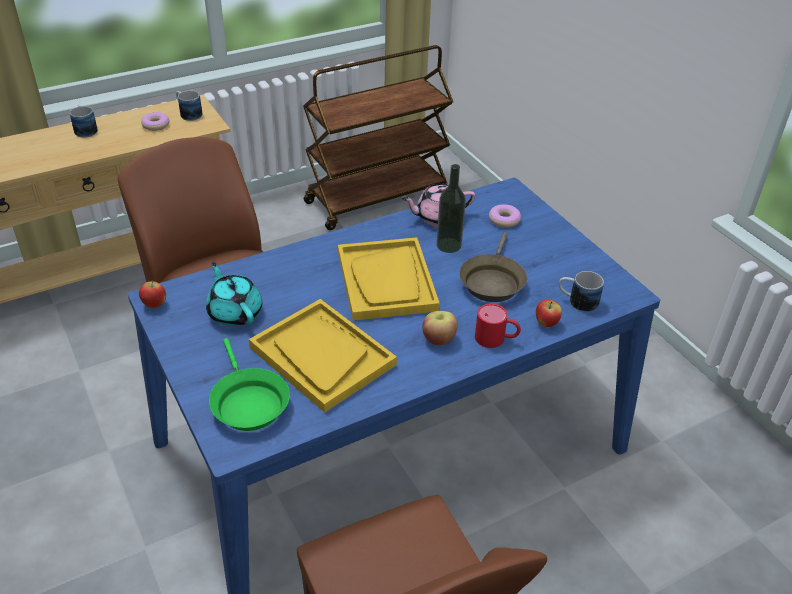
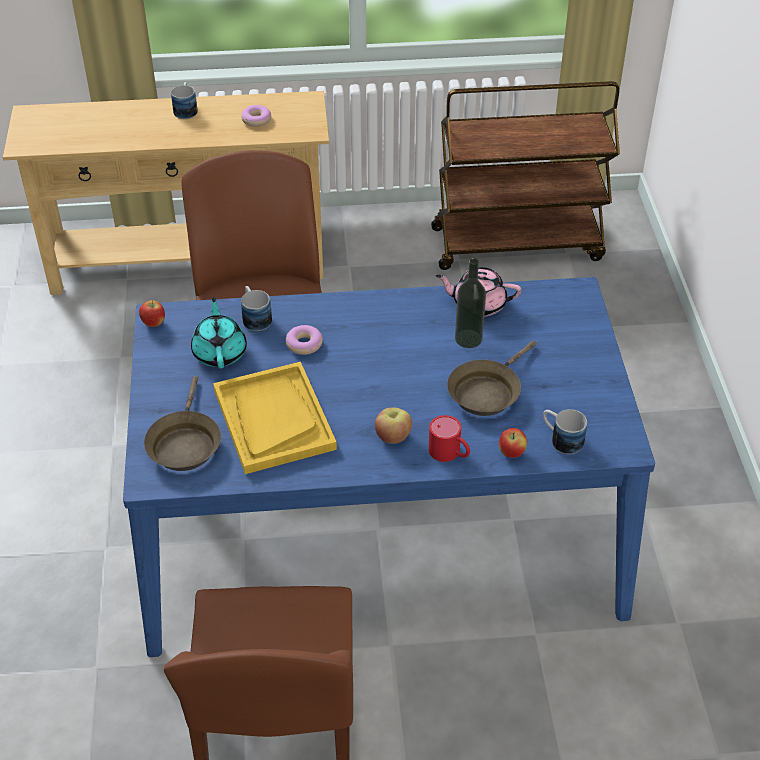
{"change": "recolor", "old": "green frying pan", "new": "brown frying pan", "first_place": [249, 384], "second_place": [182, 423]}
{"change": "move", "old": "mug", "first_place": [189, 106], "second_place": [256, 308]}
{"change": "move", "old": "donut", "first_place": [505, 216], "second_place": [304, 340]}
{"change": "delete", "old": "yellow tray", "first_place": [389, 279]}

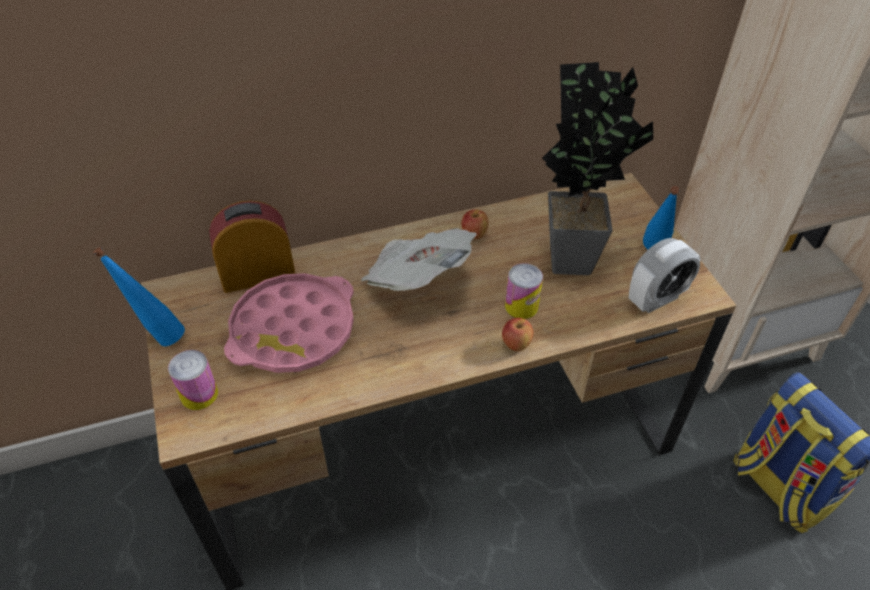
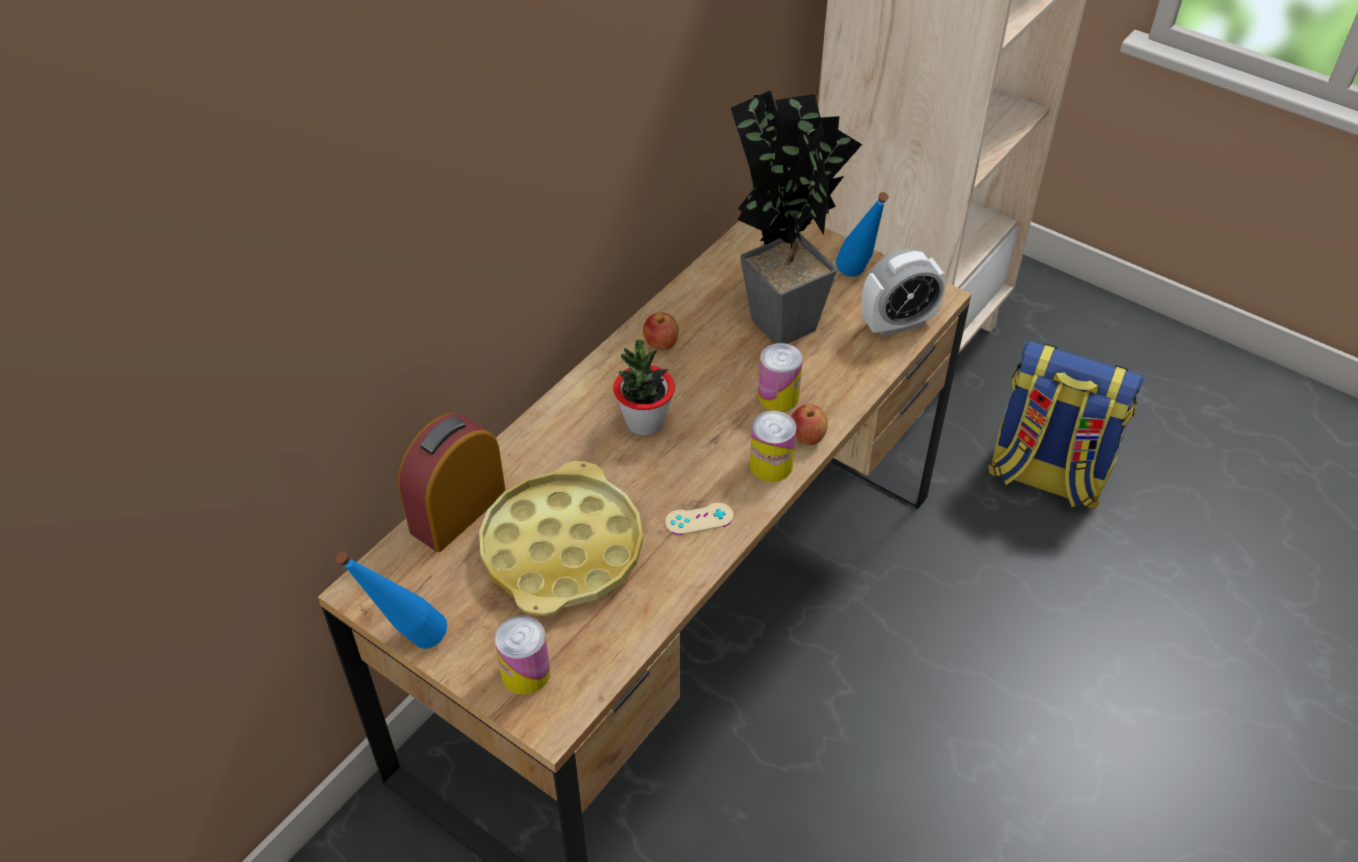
{"change": "recolor", "old": "pink tray", "new": "yellow tray", "first_place": [289, 323], "second_place": [561, 538]}
{"change": "replace", "old": "newspaper", "new": "potted plant", "first_place": [418, 259], "second_place": [644, 388]}
{"change": "insert", "new": "beige game controller", "second_place": [699, 519]}
{"change": "insert", "new": "can", "second_place": [773, 446]}
{"change": "rotate", "old": "alarm clock", "first_place": [664, 275], "second_place": [903, 293], "degrees": 45}

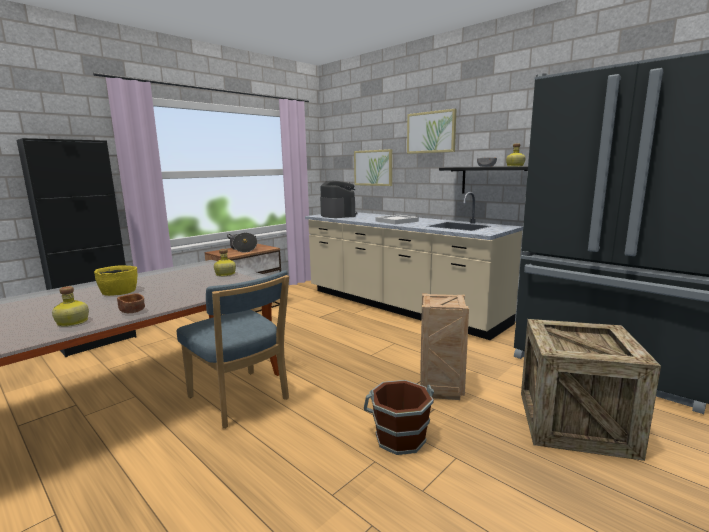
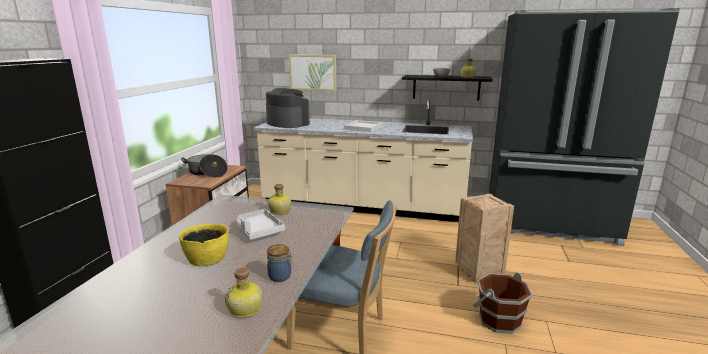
{"change": "insert", "new": "grey tray", "second_place": [261, 224]}
{"change": "replace", "old": "brown bowl", "new": "jar", "first_place": [131, 303], "second_place": [280, 263]}
{"change": "delete", "old": "picture", "first_place": [431, 131]}
{"change": "delete", "old": "crate", "first_place": [591, 390]}

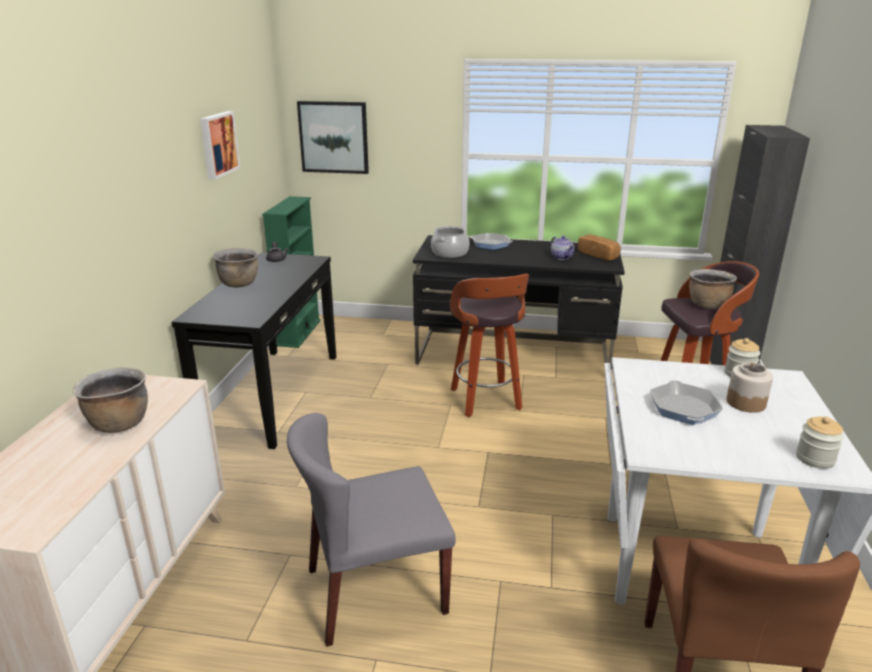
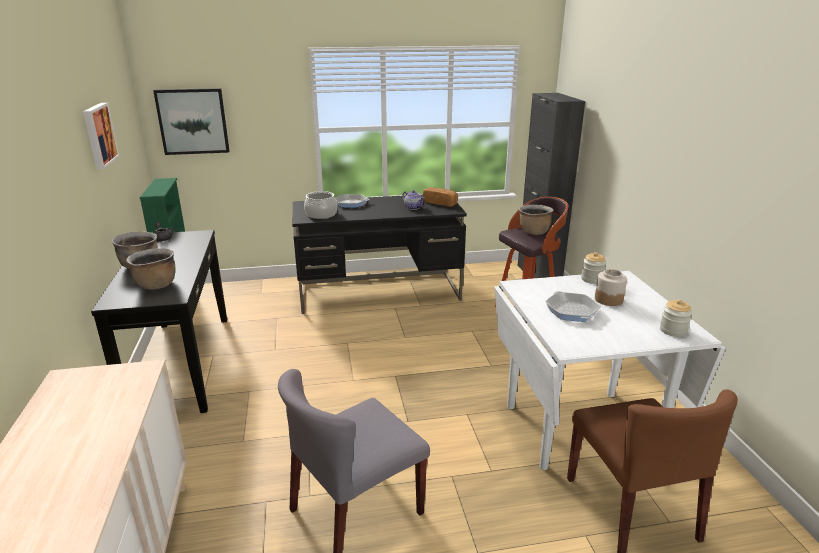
{"change": "move", "old": "brown cooking pot", "first_place": [110, 400], "second_place": [151, 269]}
{"change": "delete", "old": "stool", "first_place": [489, 345]}

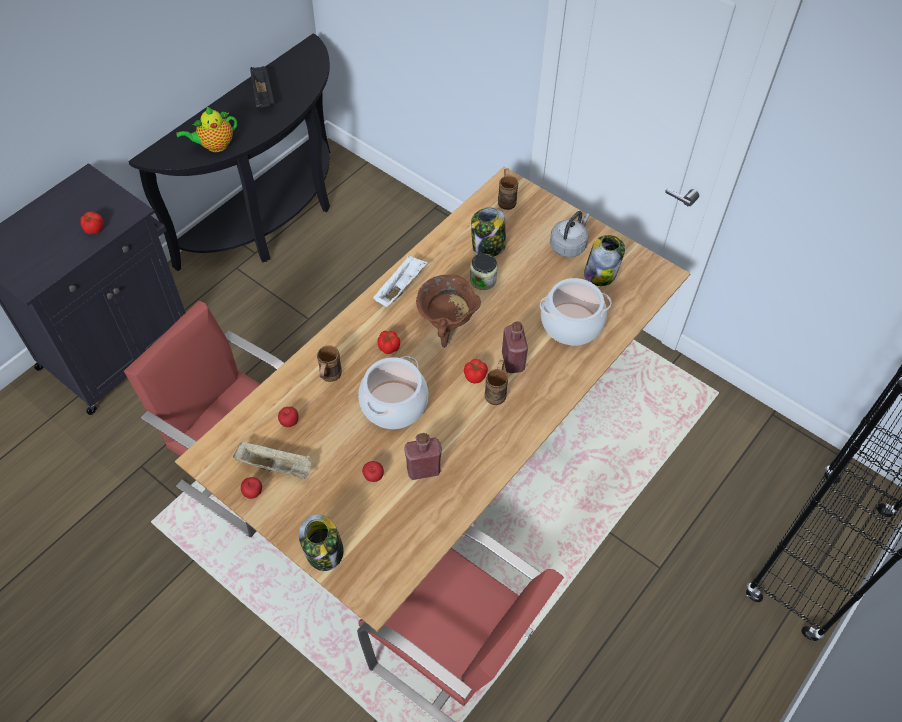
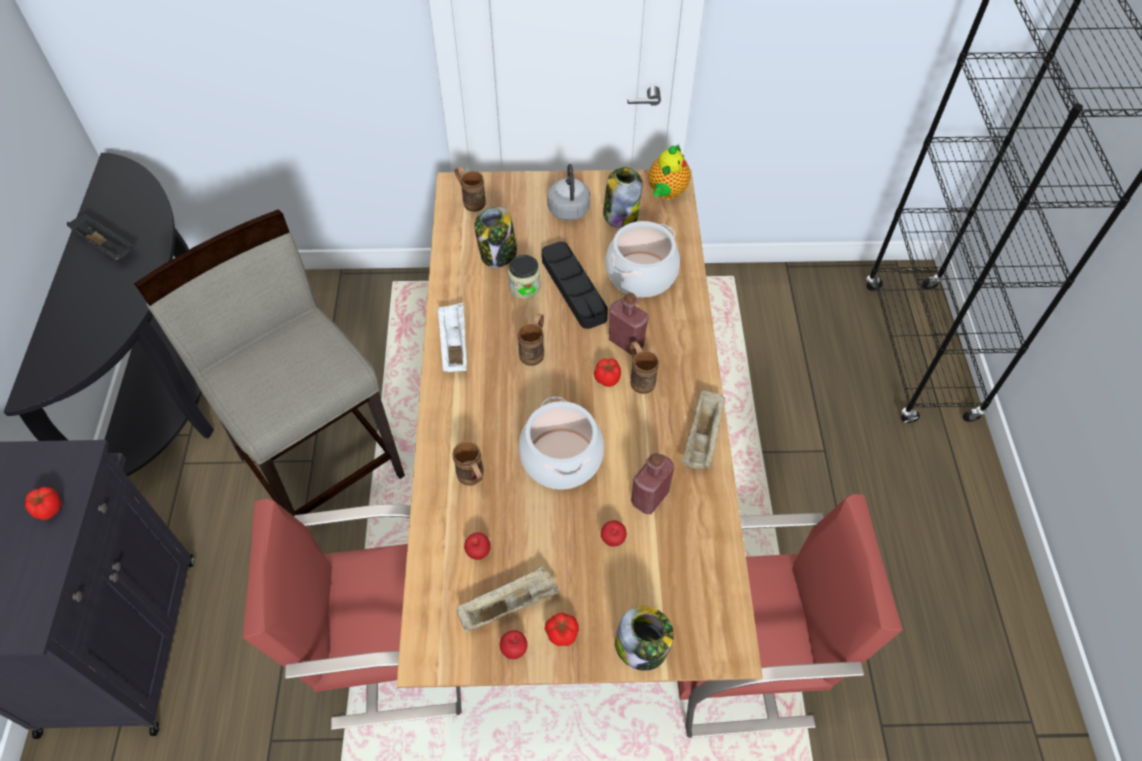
{"change": "insert", "new": "beige stool", "second_place": [269, 362]}
{"change": "replace", "old": "brown cooking pot", "new": "brown mug", "first_place": [448, 311], "second_place": [531, 340]}
{"change": "insert", "new": "black tray", "second_place": [575, 285]}
{"change": "move", "old": "tomato", "first_place": [389, 342], "second_place": [562, 629]}
{"change": "move", "old": "teapot", "first_place": [206, 129], "second_place": [669, 172]}
{"change": "insert", "new": "beige tray", "second_place": [703, 429]}

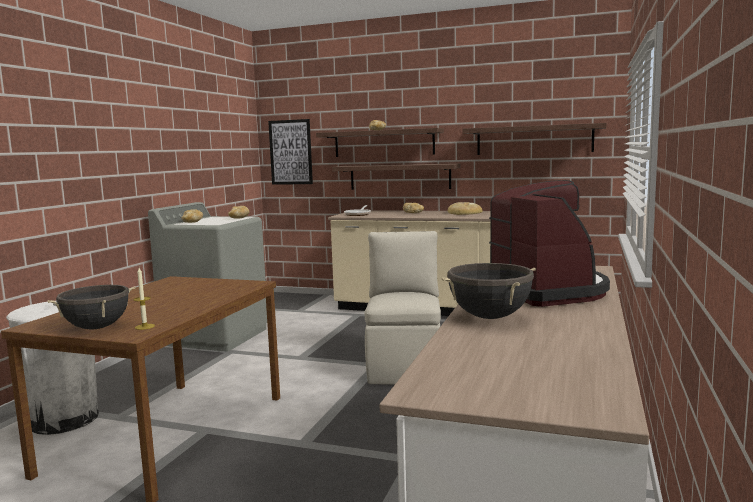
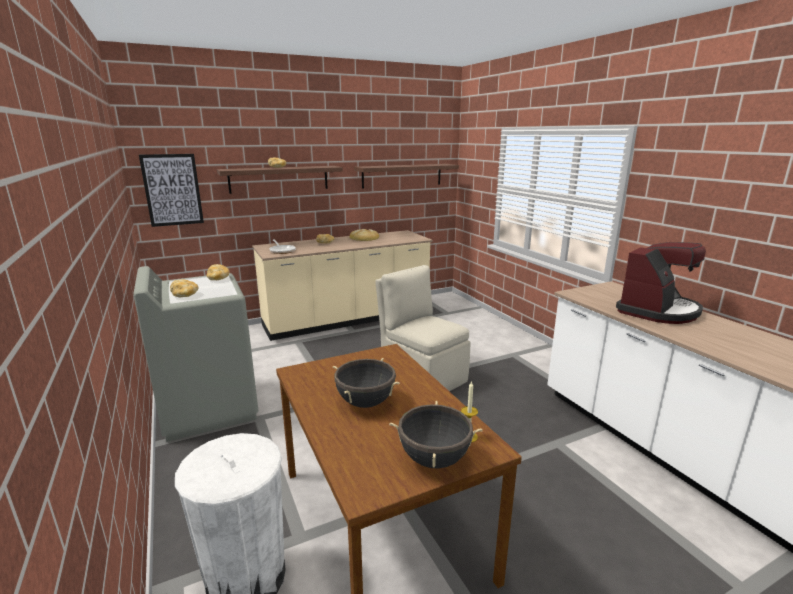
{"change": "move", "old": "black cooking pot", "first_place": [489, 291], "second_place": [366, 383]}
{"change": "rotate", "old": "coffee machine", "first_place": [549, 243], "second_place": [661, 283], "degrees": 105}
{"change": "delete", "old": "shelf", "first_place": [396, 176]}

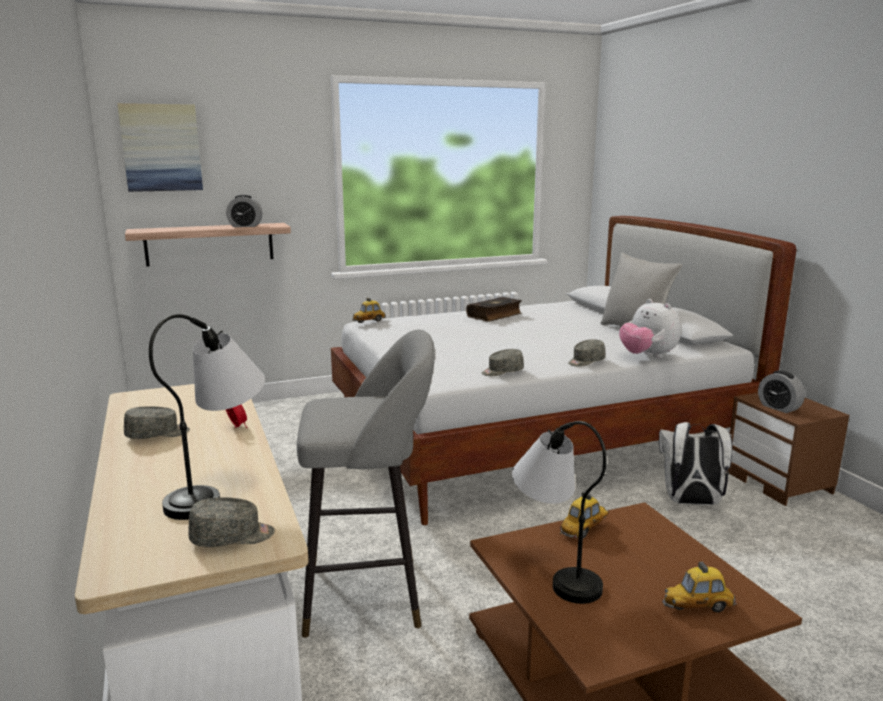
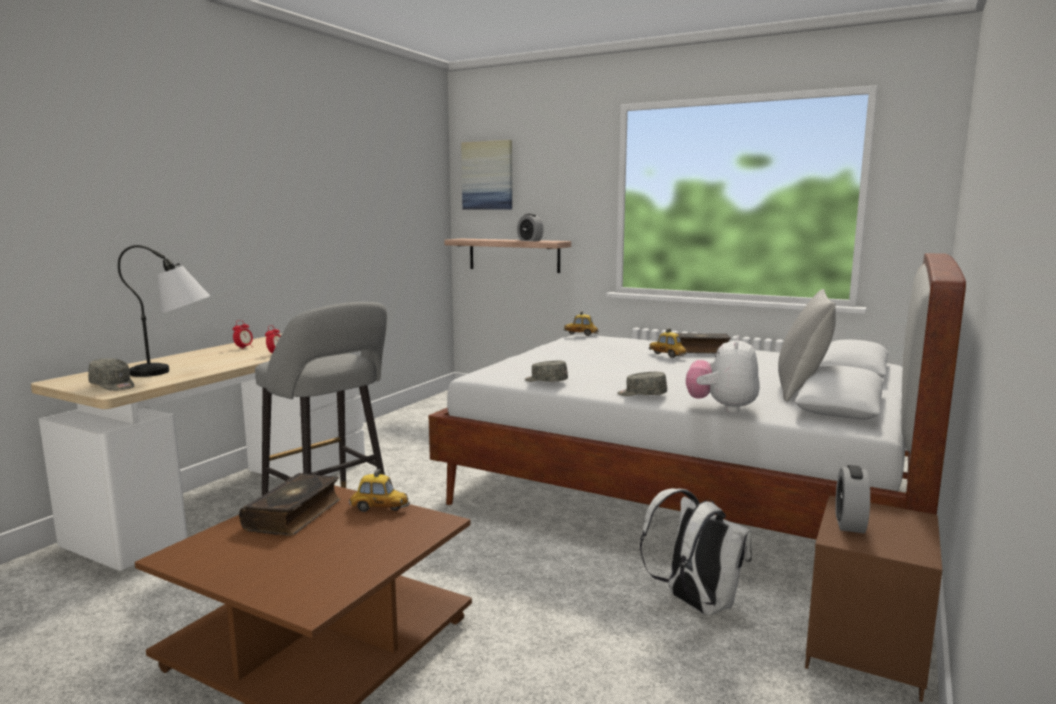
{"change": "replace", "old": "grey cap", "new": "alarm clock", "first_place": [157, 422], "second_place": [243, 334]}
{"change": "replace", "old": "table lamp", "new": "book", "first_place": [559, 512], "second_place": [290, 504]}
{"change": "move", "old": "toy car", "first_place": [699, 587], "second_place": [668, 343]}

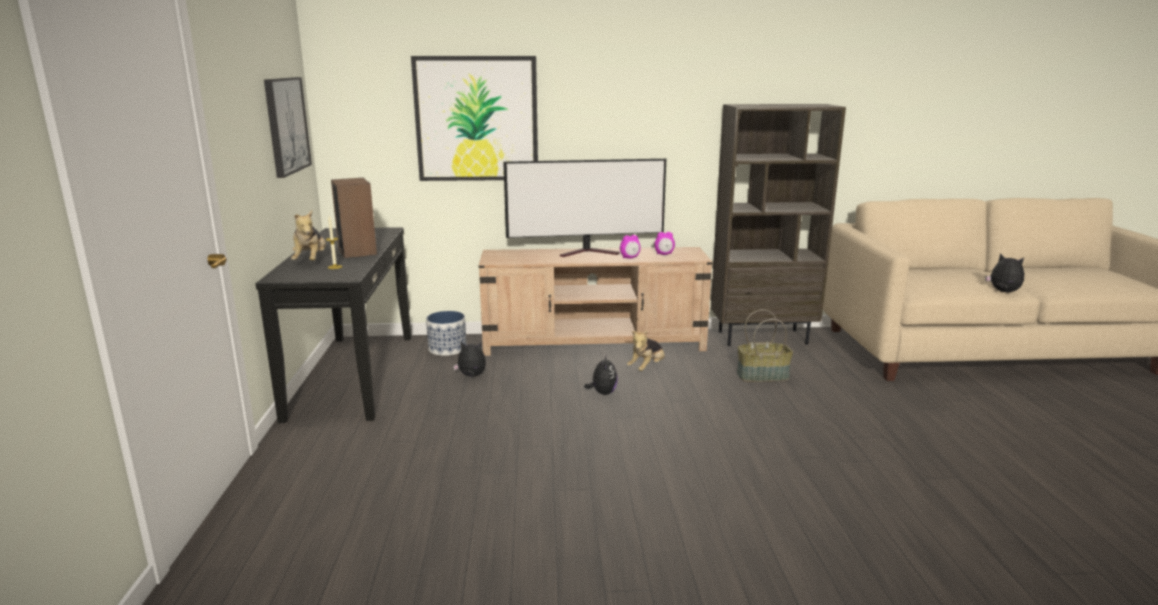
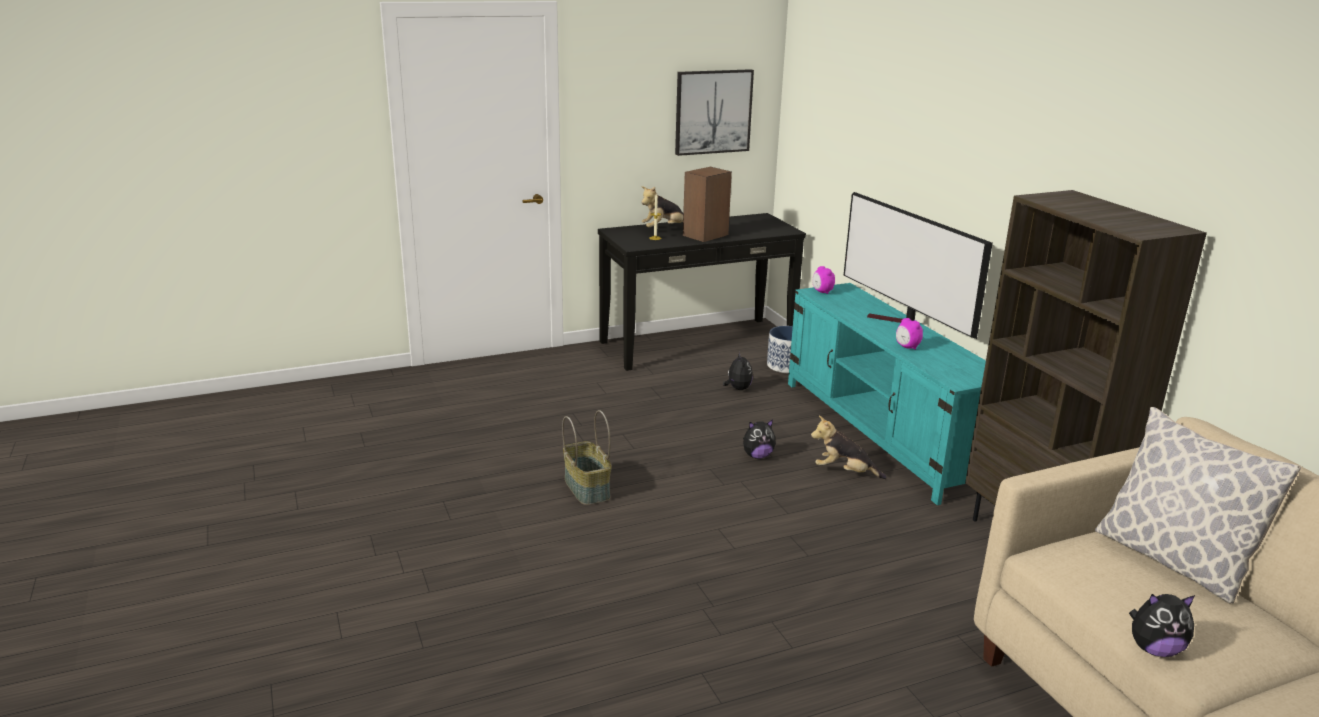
{"change": "move", "old": "basket", "first_place": [765, 345], "second_place": [587, 457]}
{"change": "recolor", "old": "beige tv stand", "new": "turquoise tv stand", "first_place": [595, 301], "second_place": [887, 394]}
{"change": "move", "old": "alarm clock", "first_place": [664, 243], "second_place": [823, 280]}
{"change": "insert", "new": "pillow", "second_place": [1198, 505]}
{"change": "rotate", "old": "plush toy", "first_place": [1004, 272], "second_place": [1162, 625], "degrees": 60}
{"change": "delete", "old": "picture", "first_place": [474, 118]}

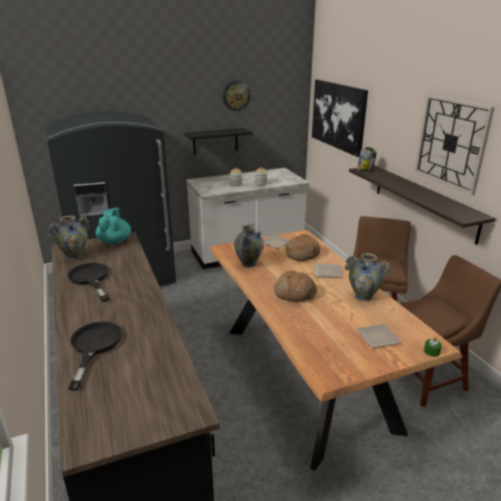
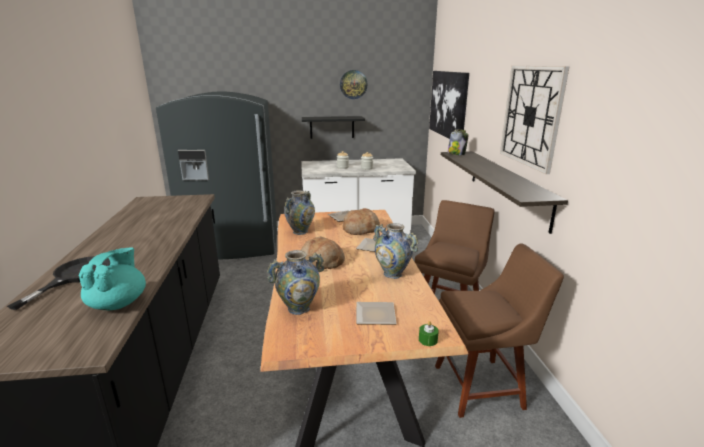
{"change": "move", "old": "turquoise teapot", "first_place": [113, 226], "second_place": [112, 279]}
{"change": "move", "old": "vase", "first_place": [69, 237], "second_place": [295, 282]}
{"change": "delete", "old": "black frying pan", "first_place": [88, 282]}

